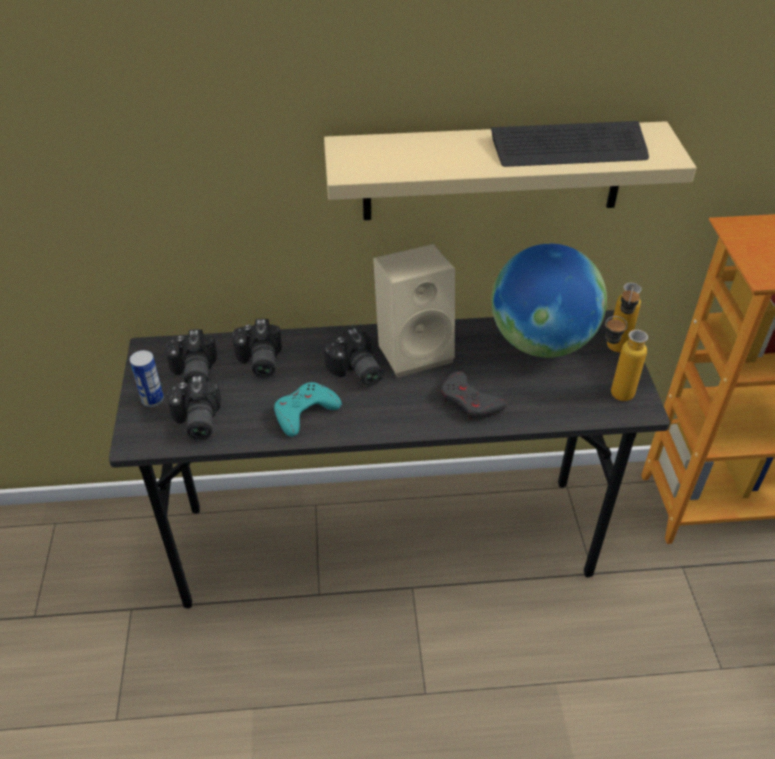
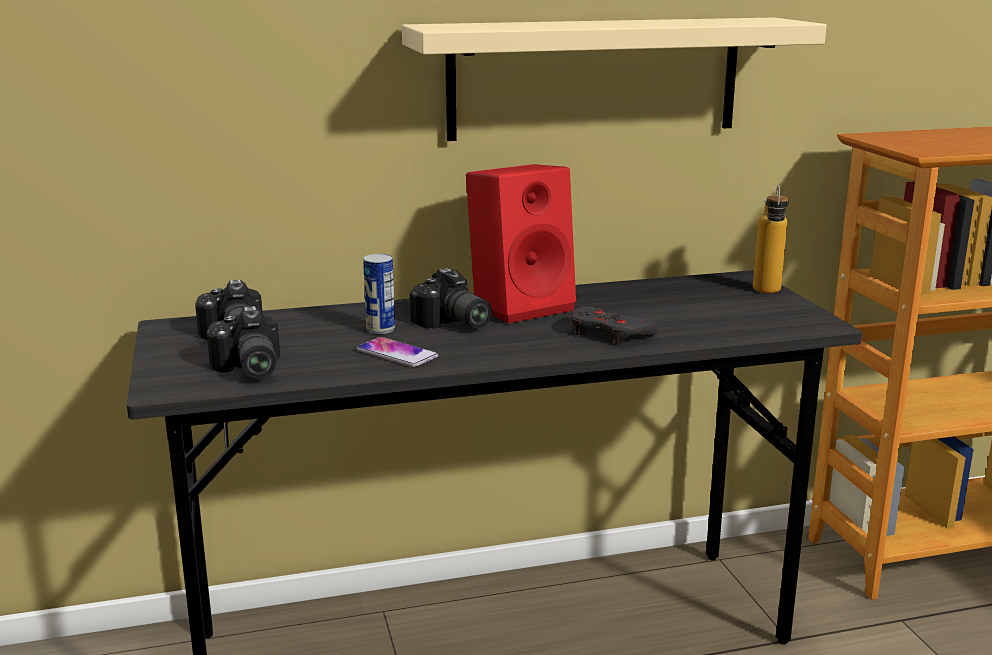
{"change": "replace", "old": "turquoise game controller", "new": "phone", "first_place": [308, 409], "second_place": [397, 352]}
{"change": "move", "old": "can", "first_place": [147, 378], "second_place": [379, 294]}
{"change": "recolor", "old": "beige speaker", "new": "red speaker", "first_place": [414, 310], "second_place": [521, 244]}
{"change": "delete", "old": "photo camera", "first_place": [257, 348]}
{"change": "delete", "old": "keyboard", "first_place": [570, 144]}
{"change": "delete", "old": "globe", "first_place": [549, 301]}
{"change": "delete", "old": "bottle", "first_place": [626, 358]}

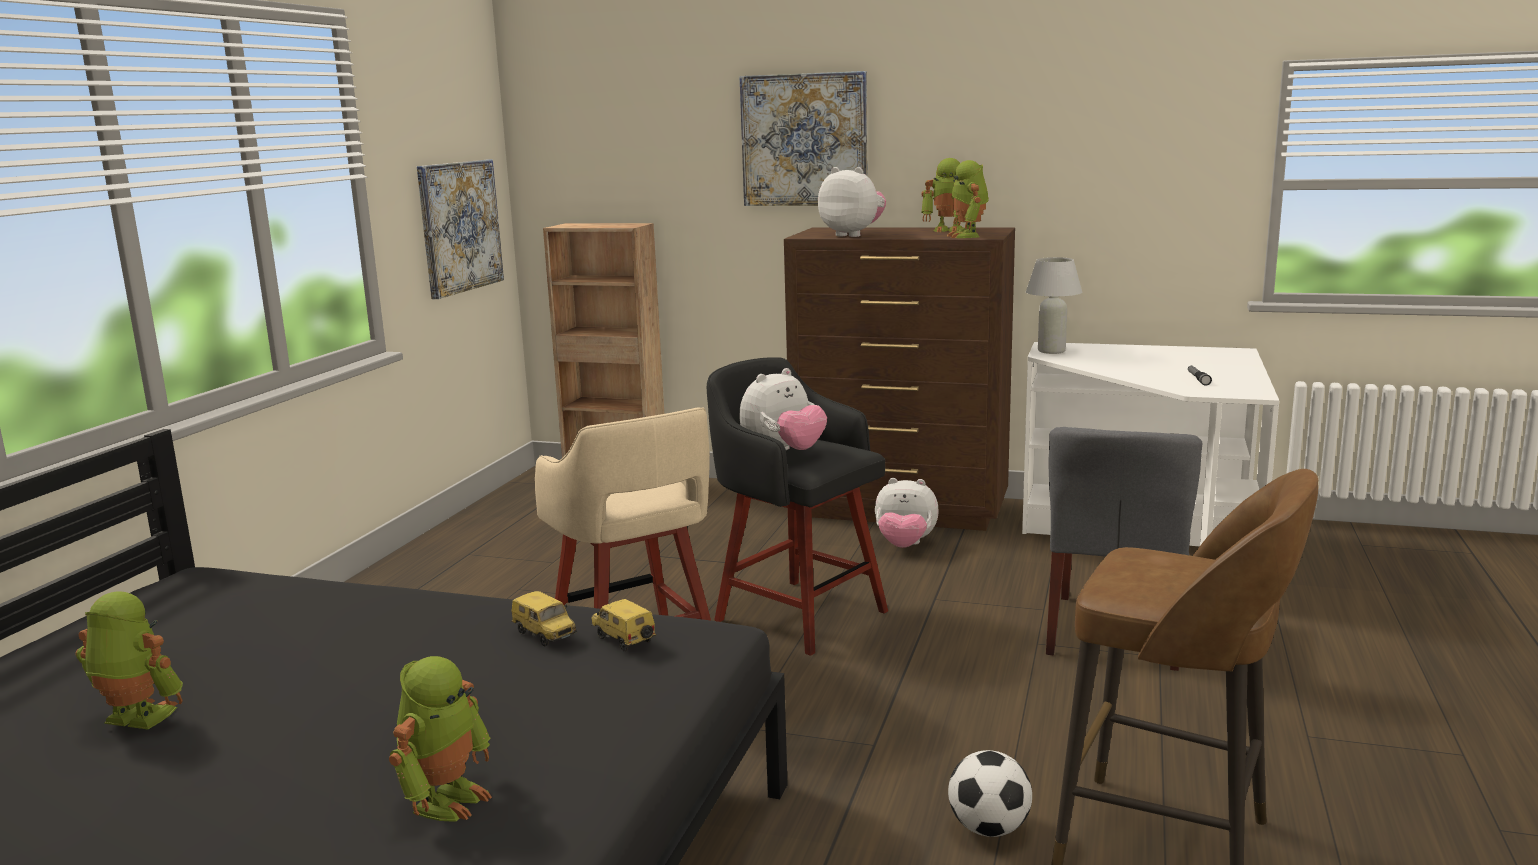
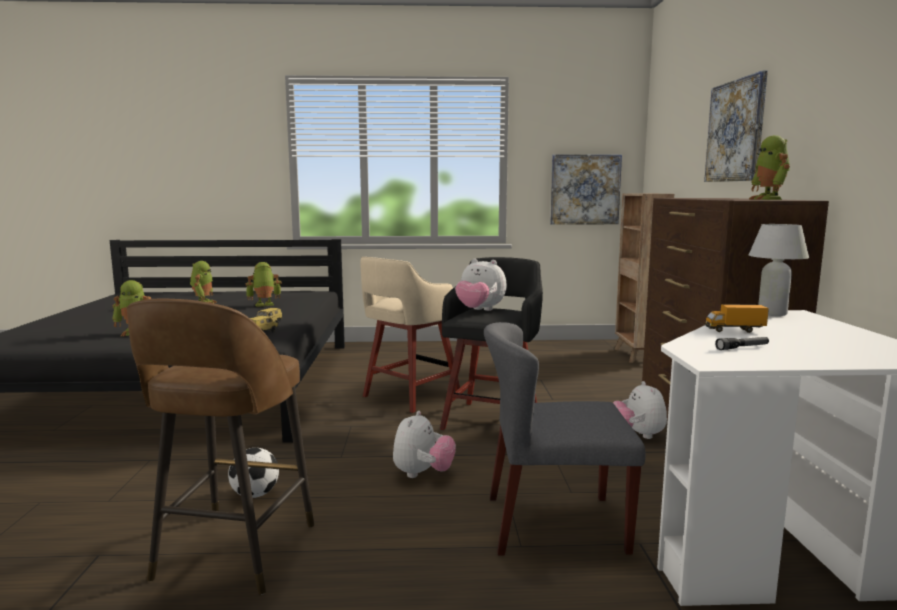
{"change": "move", "old": "toy robot", "first_place": [968, 199], "second_place": [263, 284]}
{"change": "move", "old": "plush toy", "first_place": [852, 202], "second_place": [424, 444]}
{"change": "insert", "new": "toy truck", "second_place": [737, 318]}

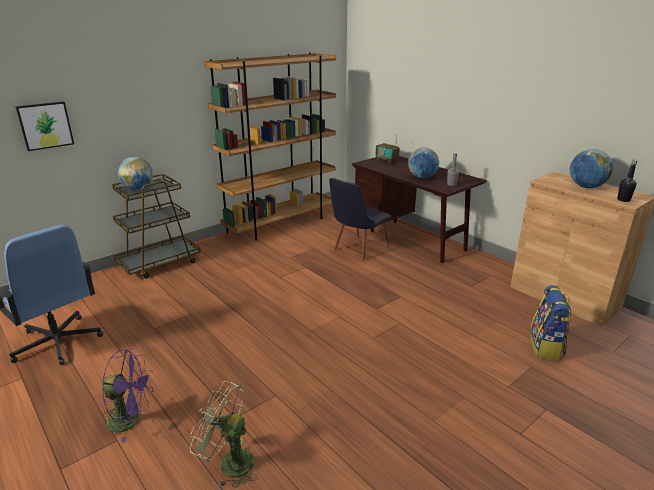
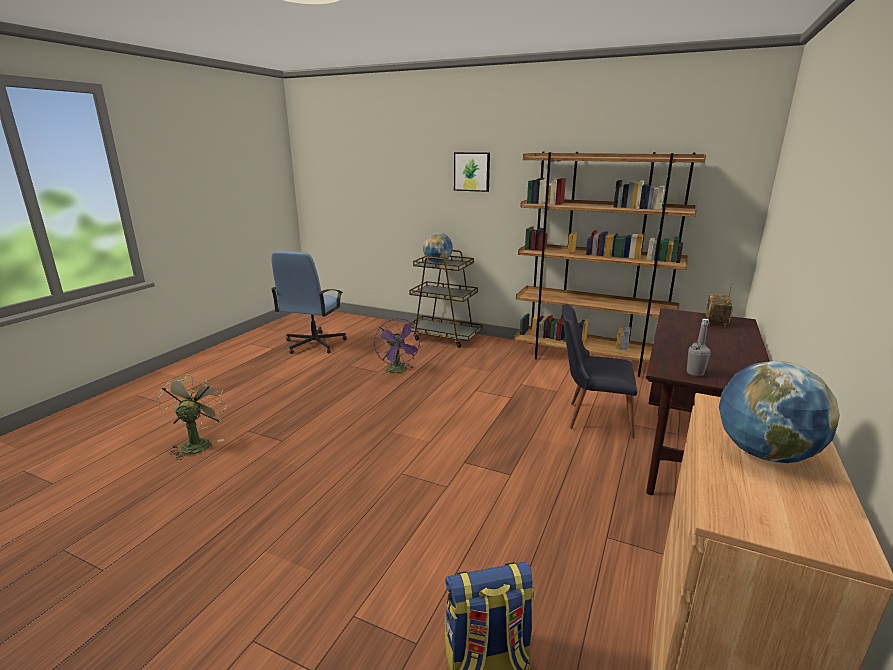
{"change": "move", "old": "purple fan", "first_place": [127, 396], "second_place": [397, 346]}
{"change": "move", "old": "picture", "first_place": [44, 126], "second_place": [472, 172]}
{"change": "delete", "old": "globe", "first_place": [423, 163]}
{"change": "delete", "old": "black bottle", "first_place": [627, 181]}

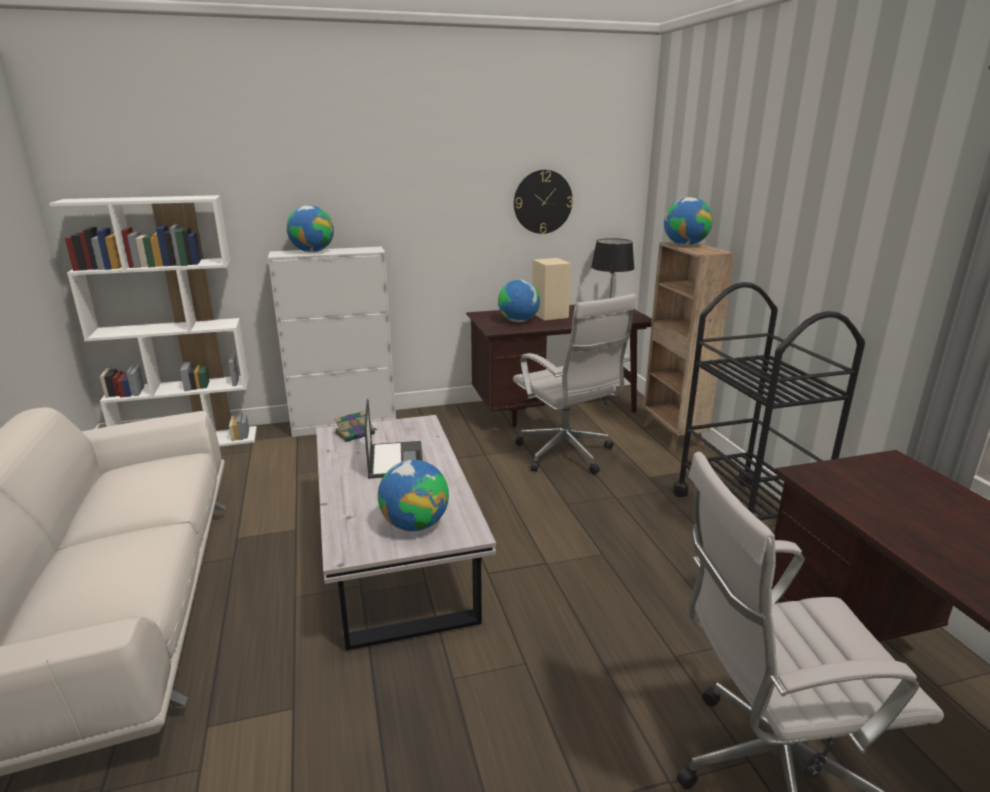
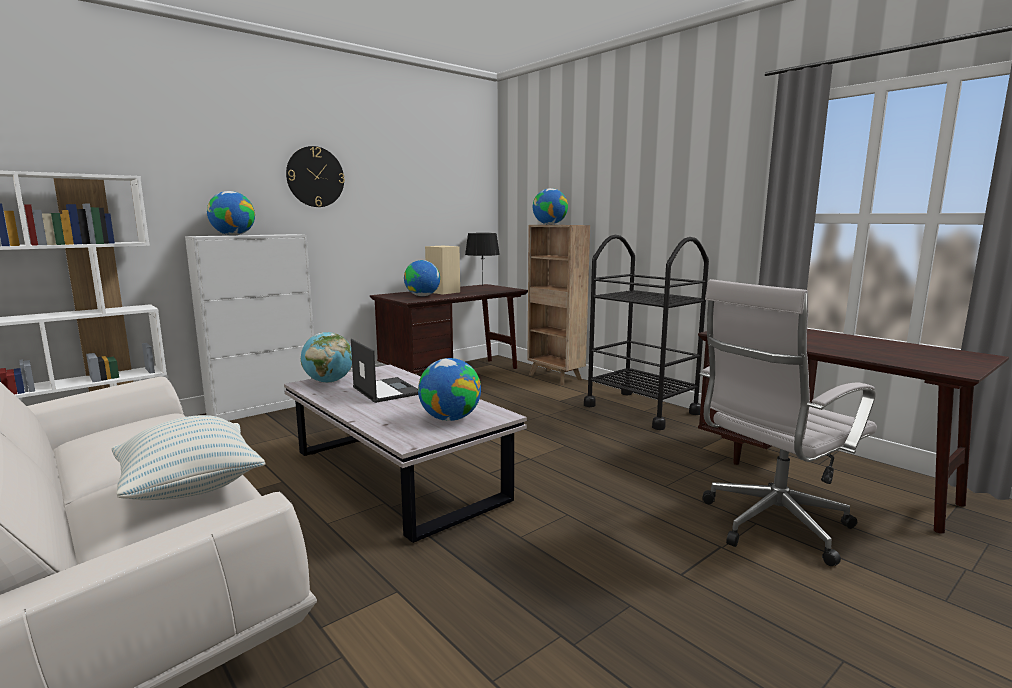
{"change": "insert", "new": "pillow", "second_place": [188, 457]}
{"change": "move", "old": "wall clock", "first_place": [543, 202], "second_place": [315, 176]}
{"change": "replace", "old": "book", "new": "globe", "first_place": [356, 426], "second_place": [326, 357]}
{"change": "delete", "old": "white office chair", "first_place": [574, 384]}

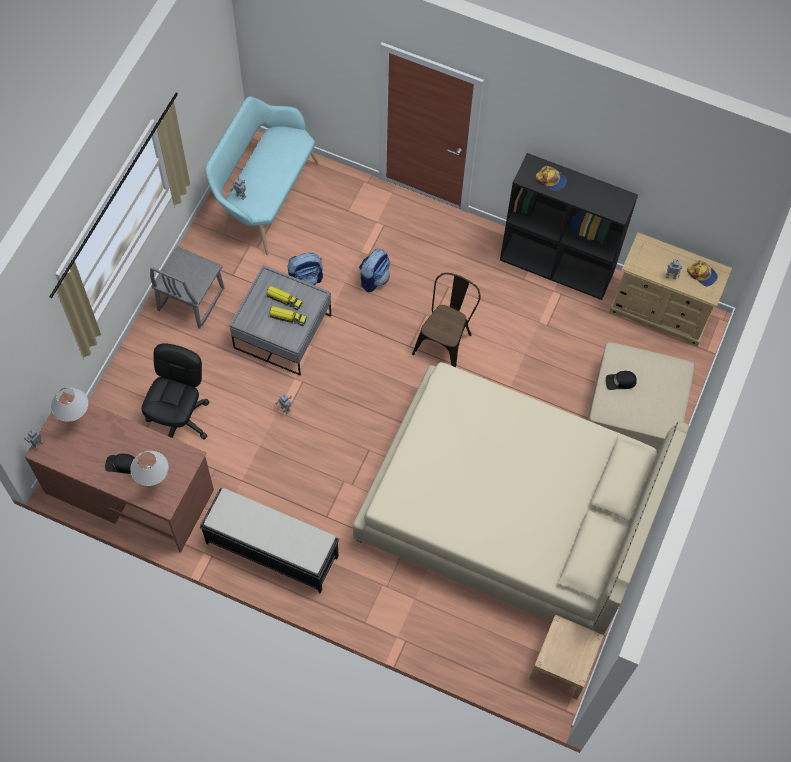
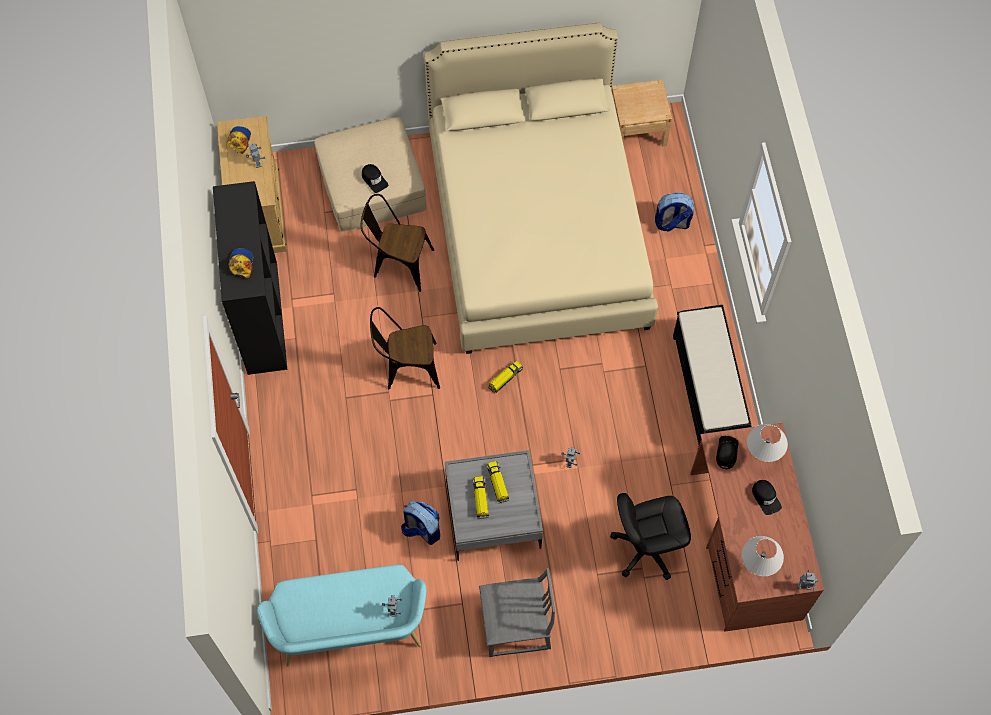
{"change": "insert", "new": "brown chair", "second_place": [397, 243]}
{"change": "insert", "new": "toy truck", "second_place": [505, 377]}
{"change": "move", "old": "backpack", "first_place": [374, 270], "second_place": [674, 212]}
{"change": "insert", "new": "black cap", "second_place": [727, 452]}

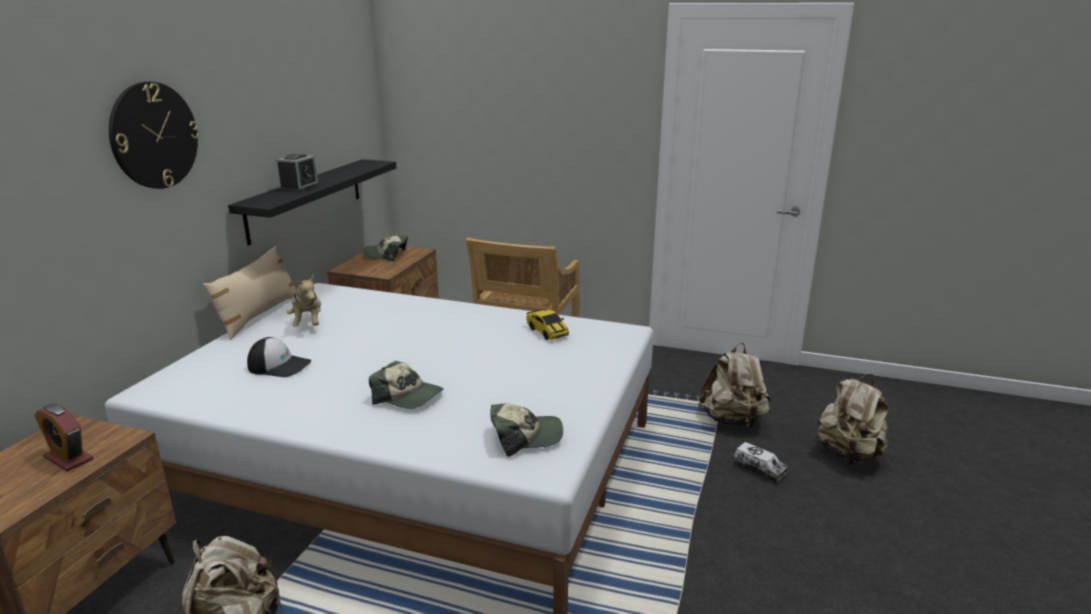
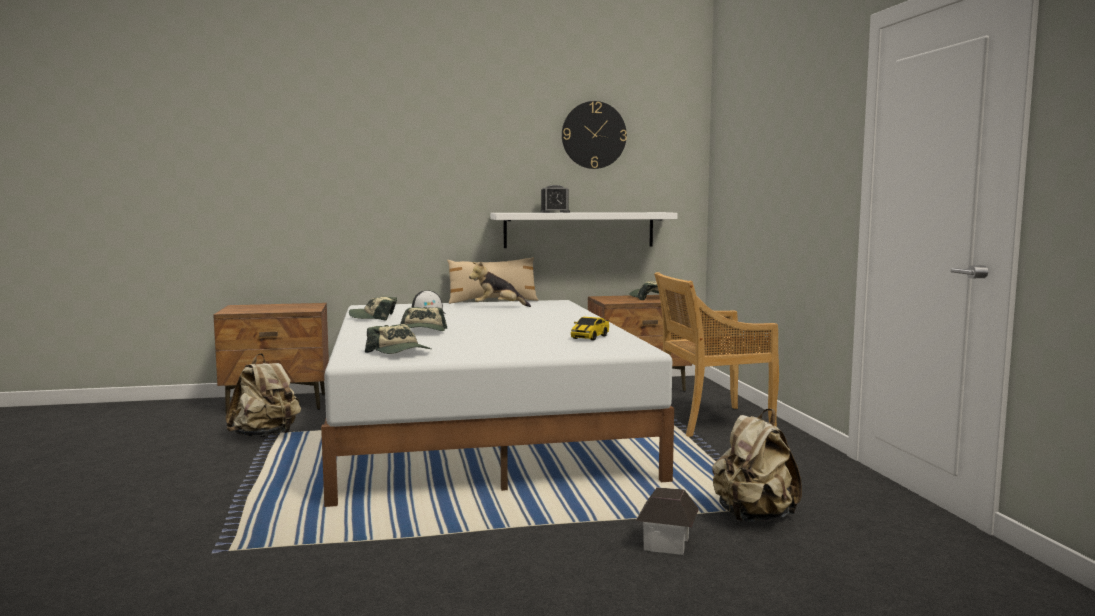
{"change": "insert", "new": "cap", "second_place": [373, 309]}
{"change": "rotate", "old": "plush toy", "first_place": [304, 301], "second_place": [500, 284], "degrees": 45}
{"change": "recolor", "old": "black shelf", "new": "white shelf", "first_place": [312, 202], "second_place": [584, 230]}
{"change": "move", "old": "wall clock", "first_place": [154, 135], "second_place": [594, 135]}
{"change": "replace", "old": "toy truck", "new": "toy house", "first_place": [760, 462], "second_place": [667, 521]}
{"change": "delete", "old": "alarm clock", "first_place": [64, 437]}
{"change": "delete", "old": "beige backpack", "first_place": [853, 419]}

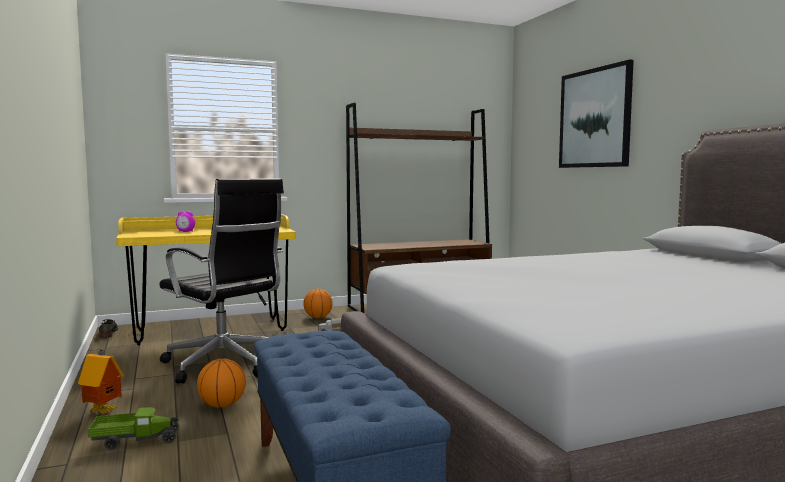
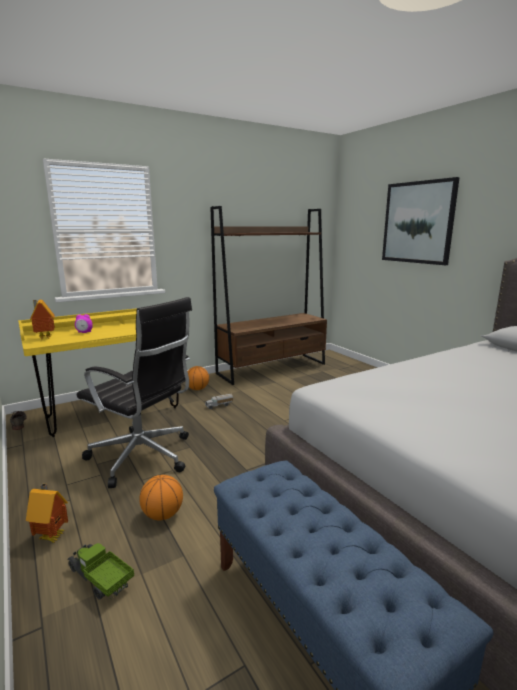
{"change": "insert", "new": "toy house", "second_place": [42, 320]}
{"change": "rotate", "old": "toy truck", "first_place": [134, 429], "second_place": [100, 571], "degrees": -120}

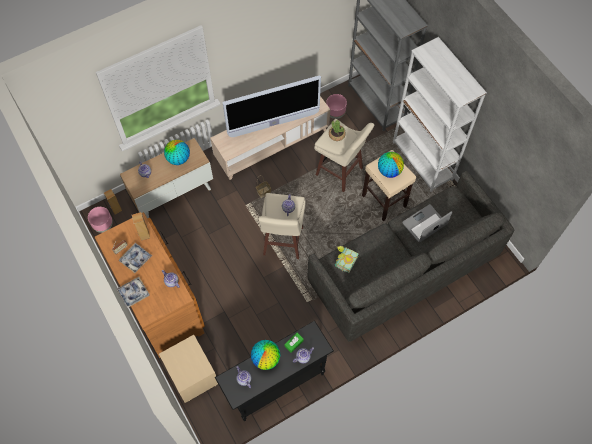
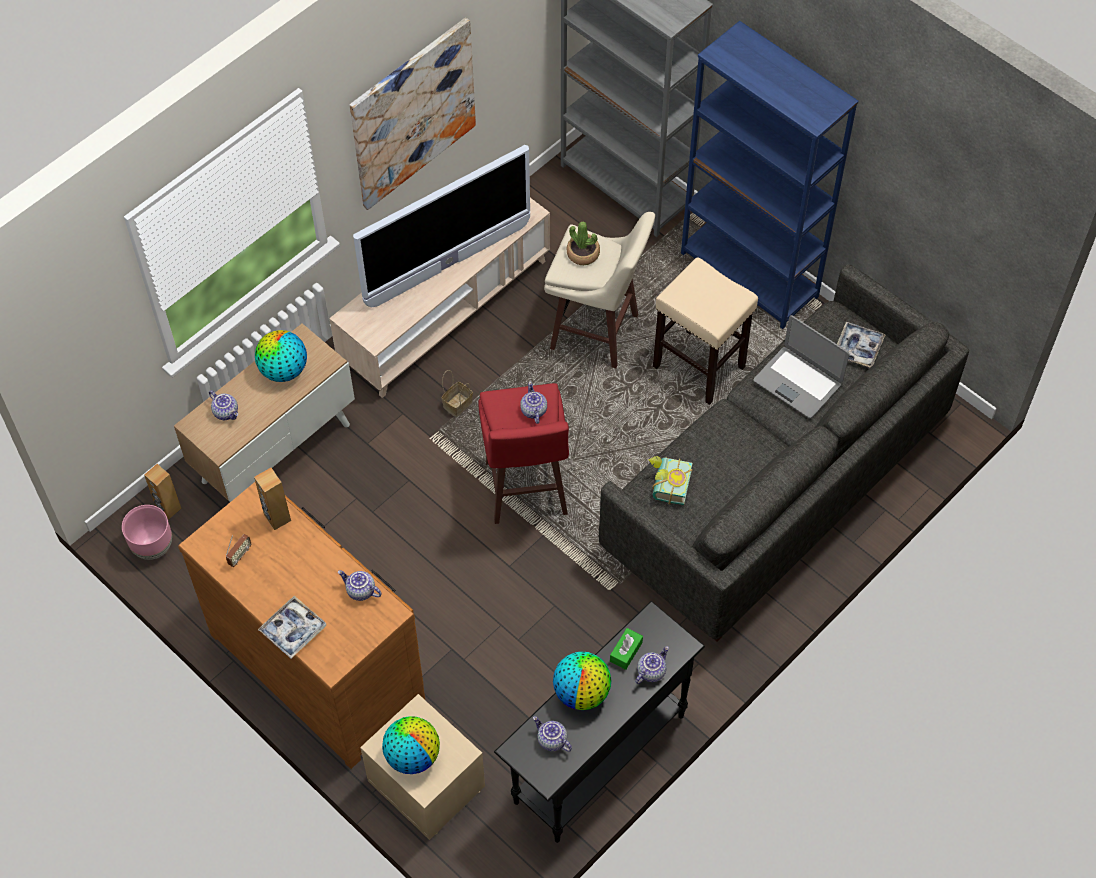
{"change": "insert", "new": "picture", "second_place": [413, 114]}
{"change": "move", "old": "globe", "first_place": [391, 165], "second_place": [411, 745]}
{"change": "recolor", "old": "beige stool", "new": "red stool", "first_place": [281, 226], "second_place": [523, 453]}
{"change": "recolor", "old": "white bookcase", "new": "blue bookcase", "first_place": [440, 114], "second_place": [769, 175]}
{"change": "rotate", "old": "laptop", "first_place": [427, 223], "second_place": [801, 366], "degrees": -90}
{"change": "move", "old": "tray", "first_place": [135, 258], "second_place": [861, 345]}
{"change": "delete", "old": "pink planter", "first_place": [336, 106]}

